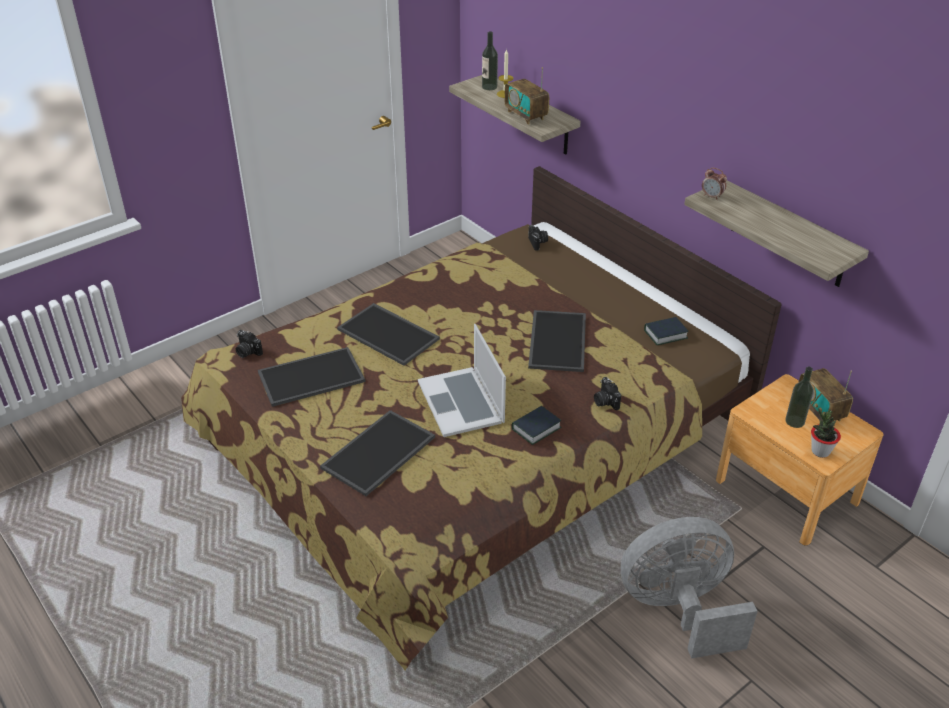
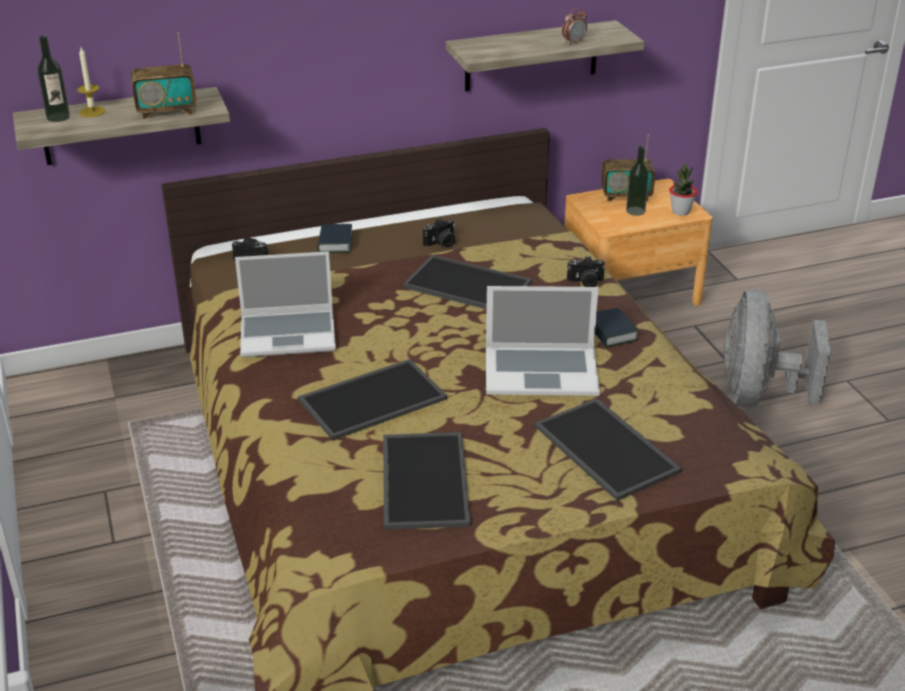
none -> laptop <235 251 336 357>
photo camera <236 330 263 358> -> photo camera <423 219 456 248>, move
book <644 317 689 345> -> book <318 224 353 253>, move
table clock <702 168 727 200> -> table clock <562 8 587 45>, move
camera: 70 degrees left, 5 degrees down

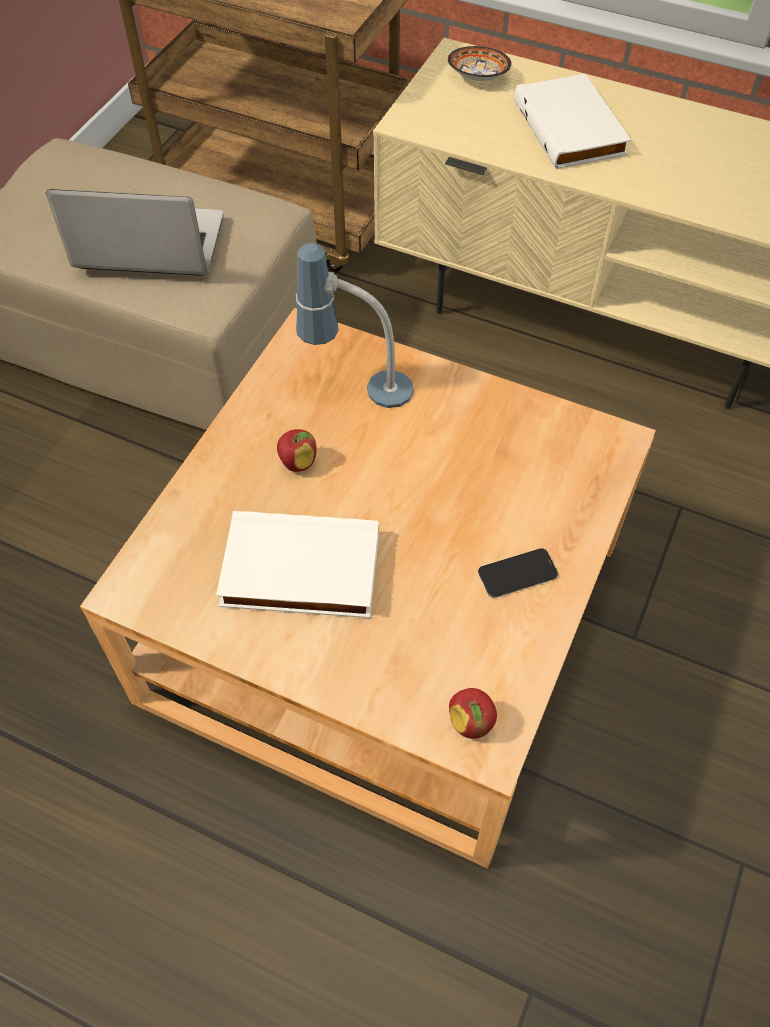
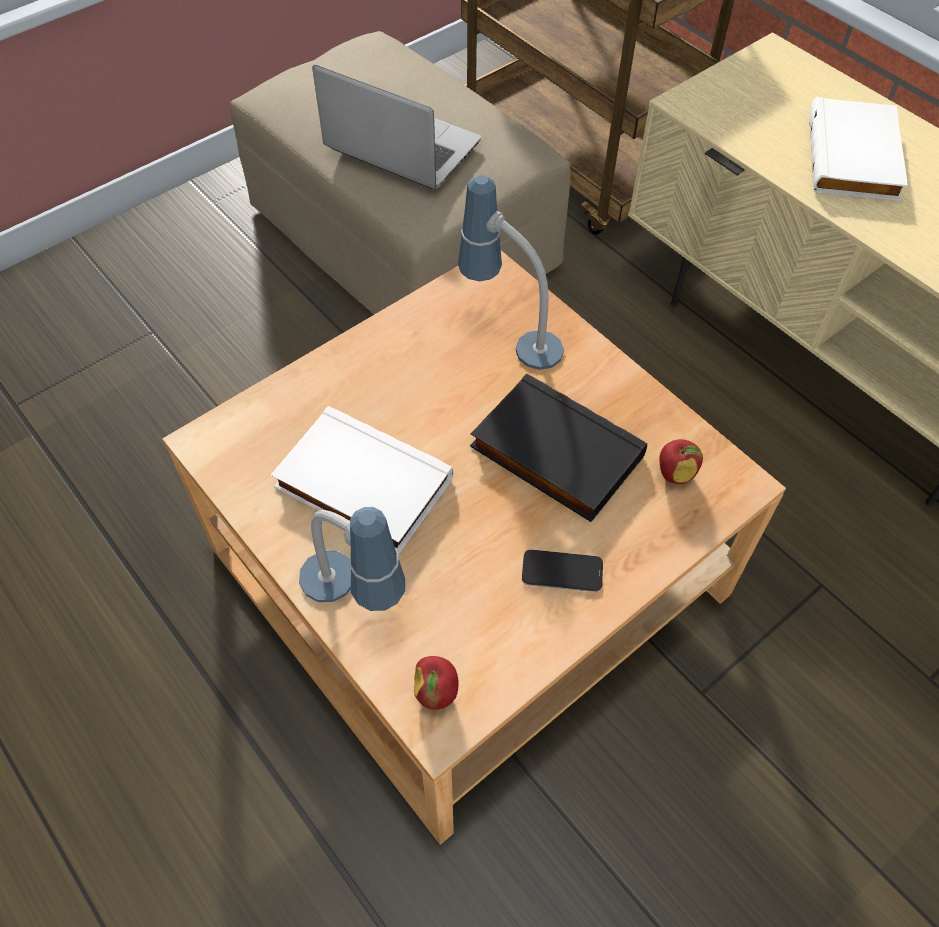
serving bowl <448 46 512 81> -> none
none -> table lamp <299 507 405 611>
none -> black-coloured book <470 373 647 522>
whole apple <277 429 317 472> -> whole apple <660 439 703 484>, move
camera: 25 degrees right, 0 degrees up

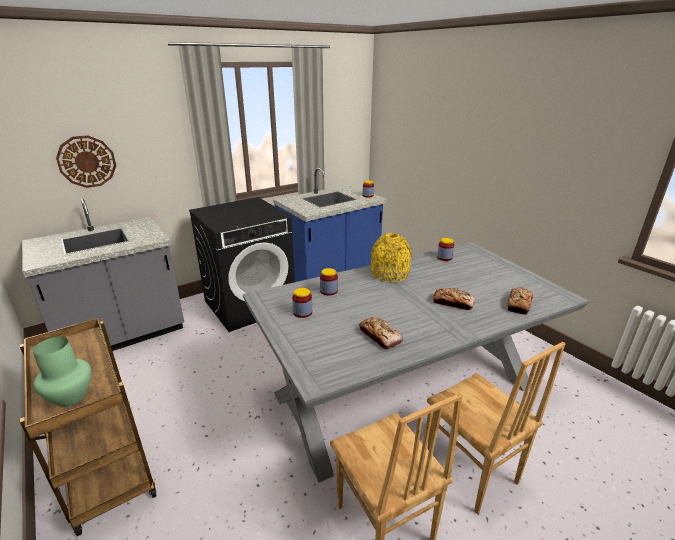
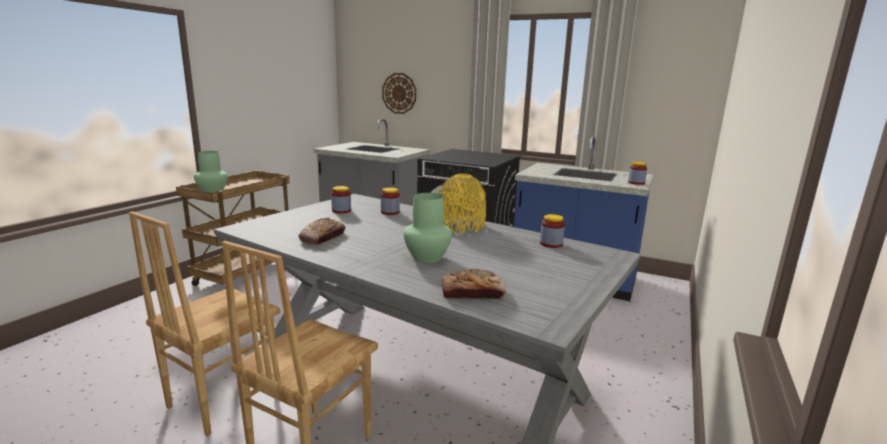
bread <433 288 475 310> -> greenish vase <403 193 452 263>
camera: 60 degrees right, 10 degrees down

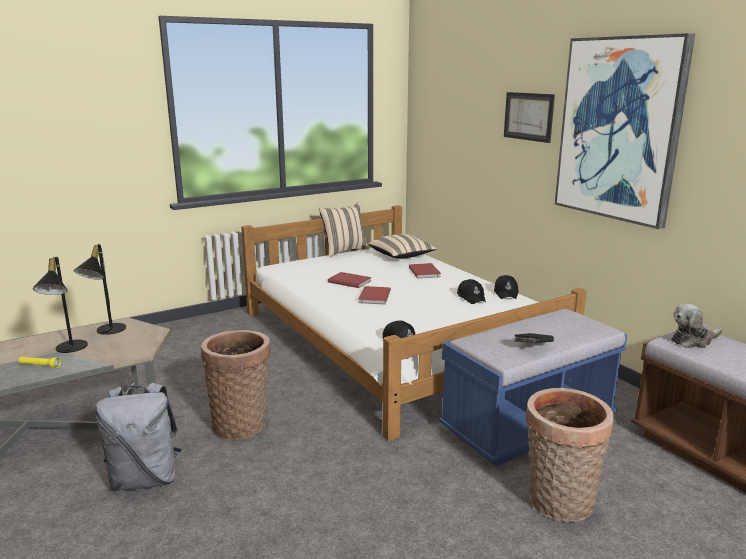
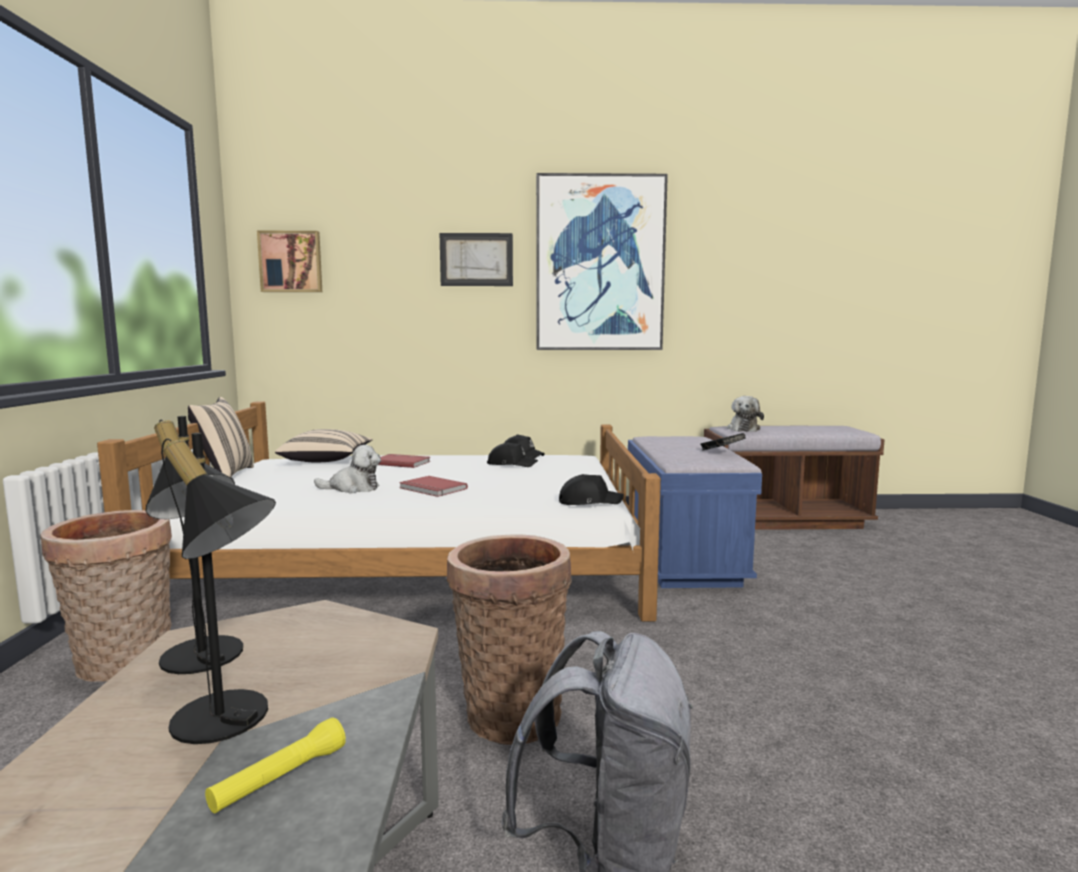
none -> wall art <257 231 322 292>
storage basket <526 388 614 522> -> storage basket <41 510 172 682>, move
red-coloured book <328 272 371 288> -> soft toy <314 445 381 493>
camera: 60 degrees left, 10 degrees down

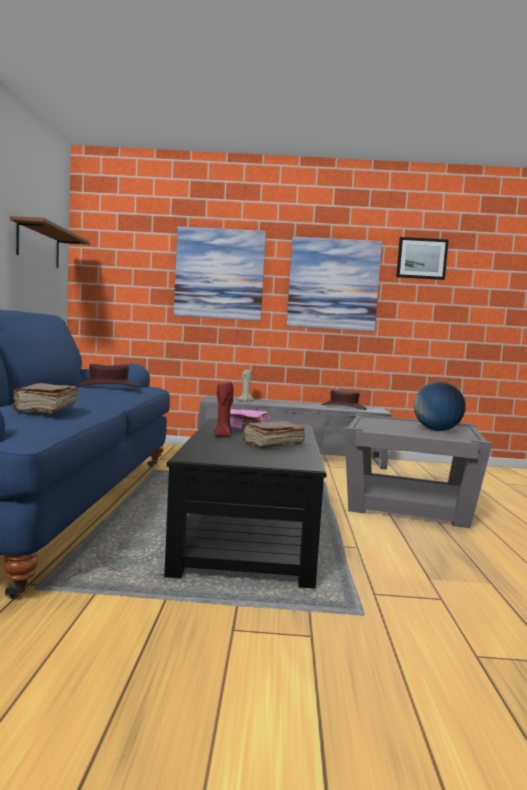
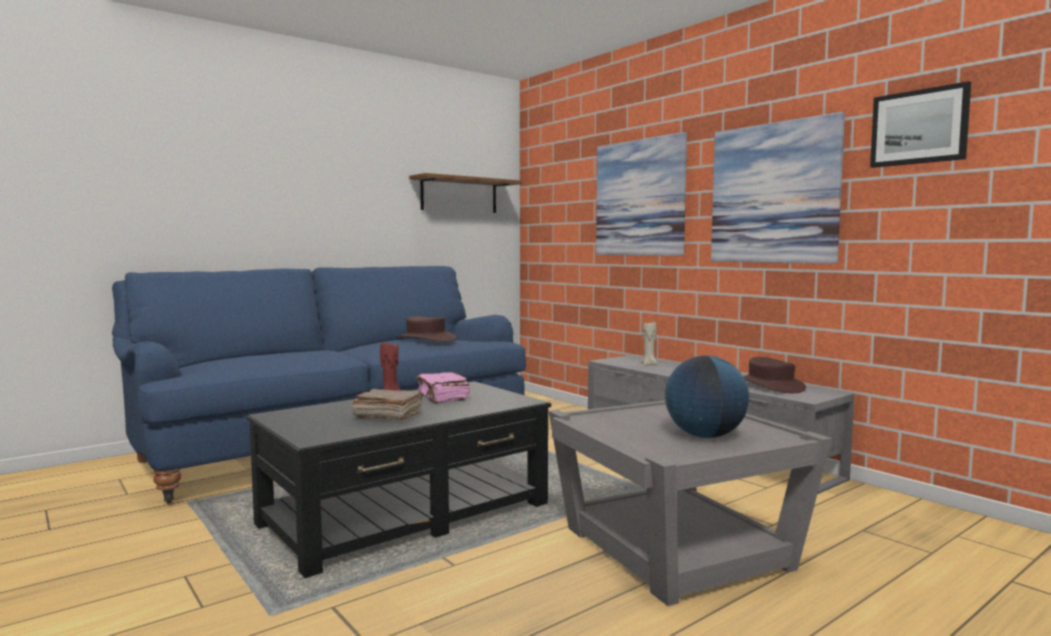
brownish book <12 383 78 413> -> none
camera: 50 degrees right, 0 degrees up

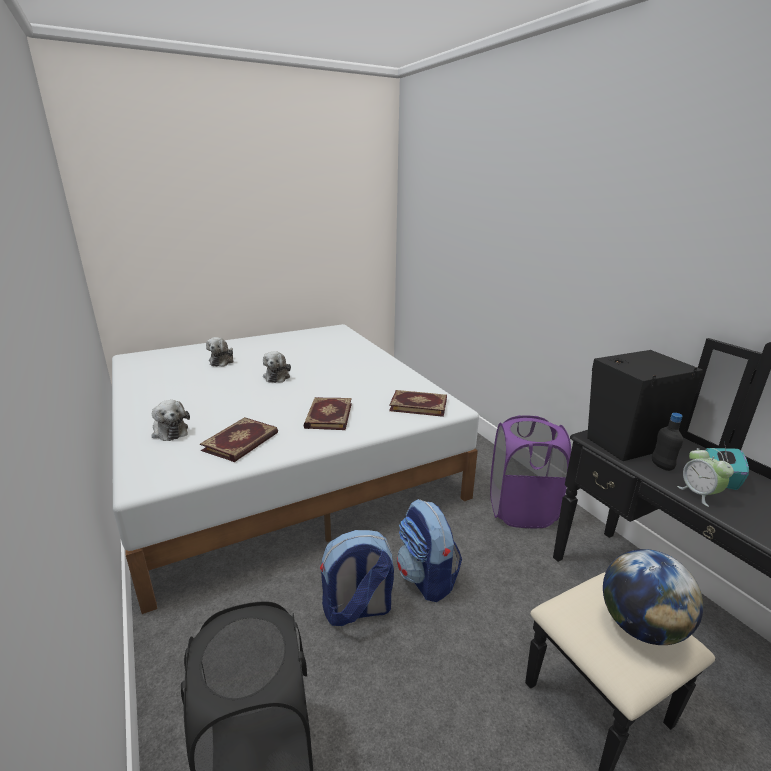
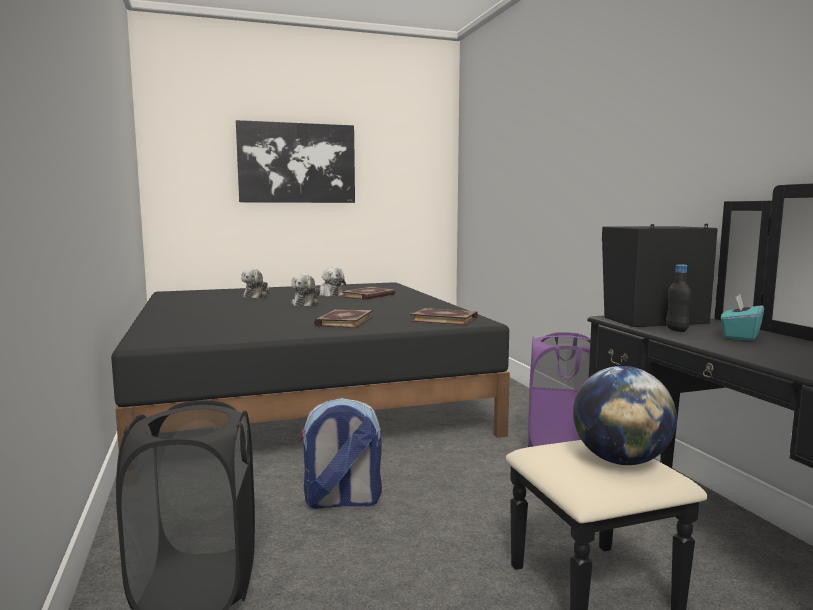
backpack <397 499 462 602> -> none
table clock <677 448 734 507> -> none
none -> wall art <236 120 355 203>
soft toy <152 400 190 441> -> soft toy <319 267 346 296>, move
book <200 417 278 462> -> book <341 287 395 300>, move
whitish bed <112 324 479 614> -> black-coloured bed <111 282 510 448>
camera: 10 degrees right, 15 degrees down

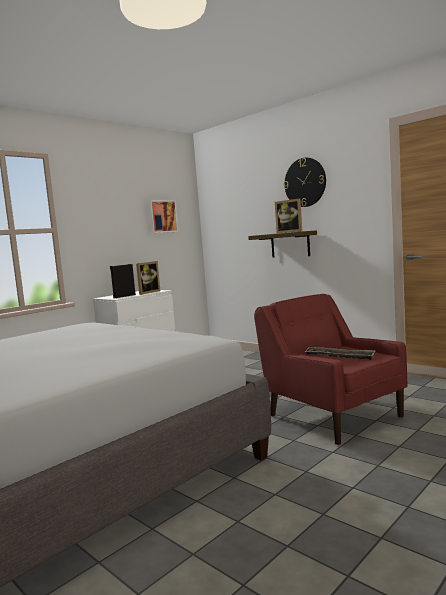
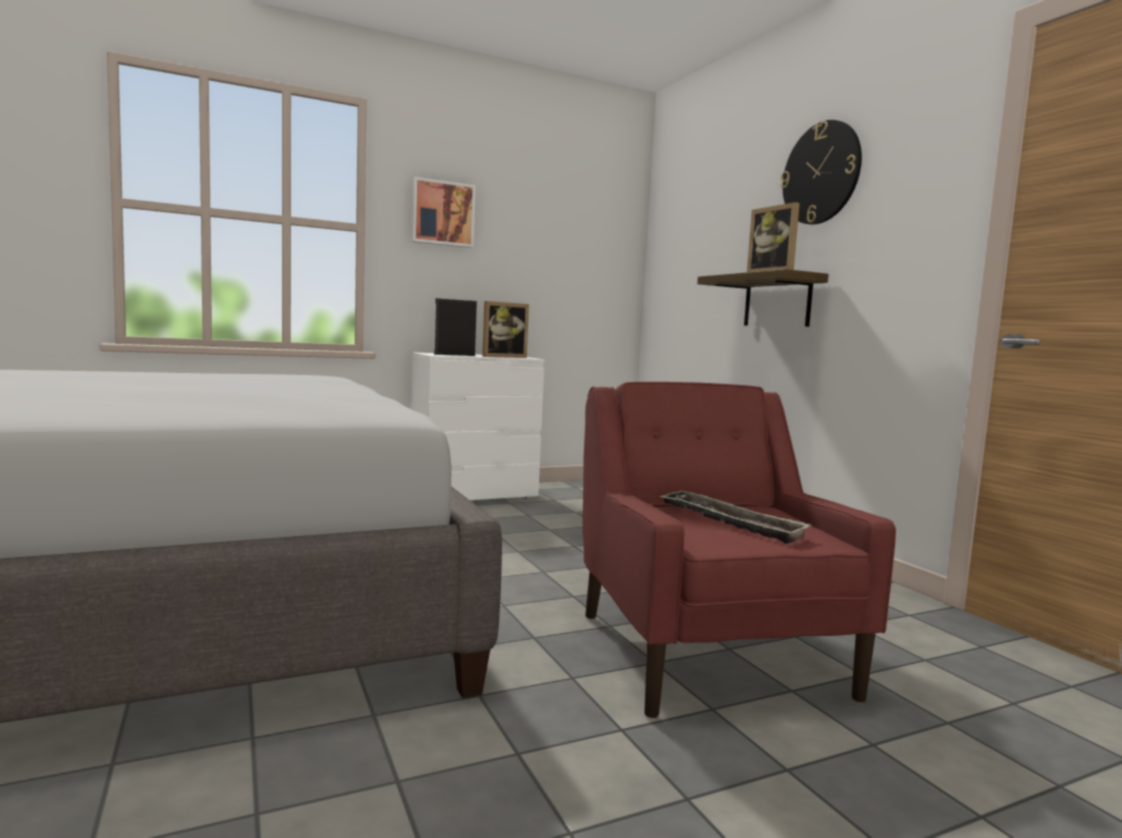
wall art <148 200 179 233> -> wall art <411 177 476 248>, move
camera: 20 degrees right, 0 degrees up

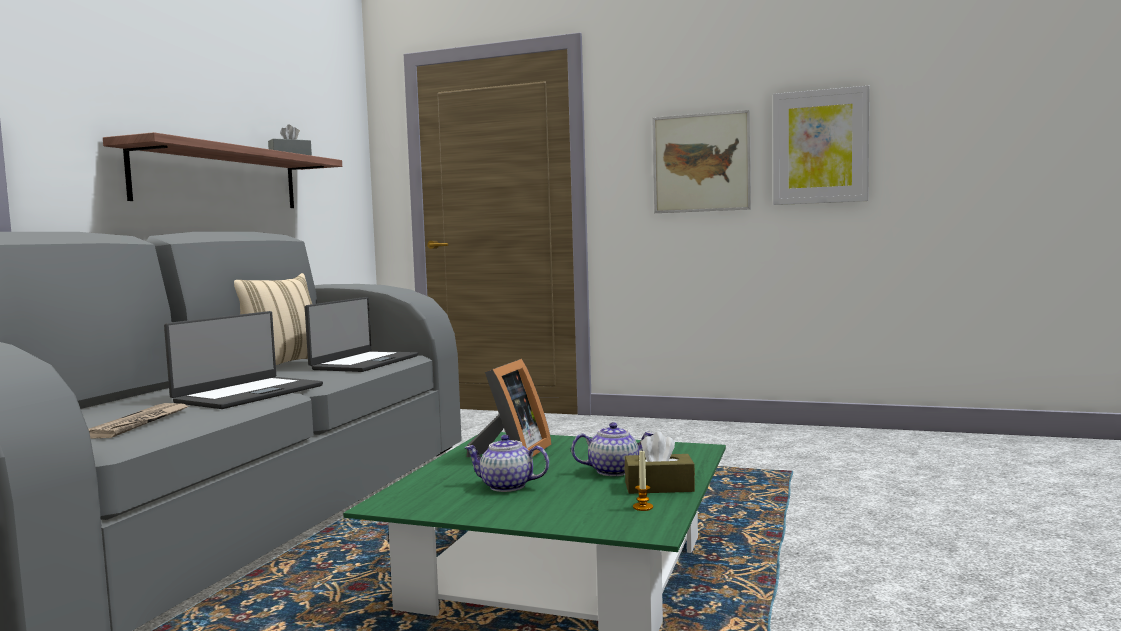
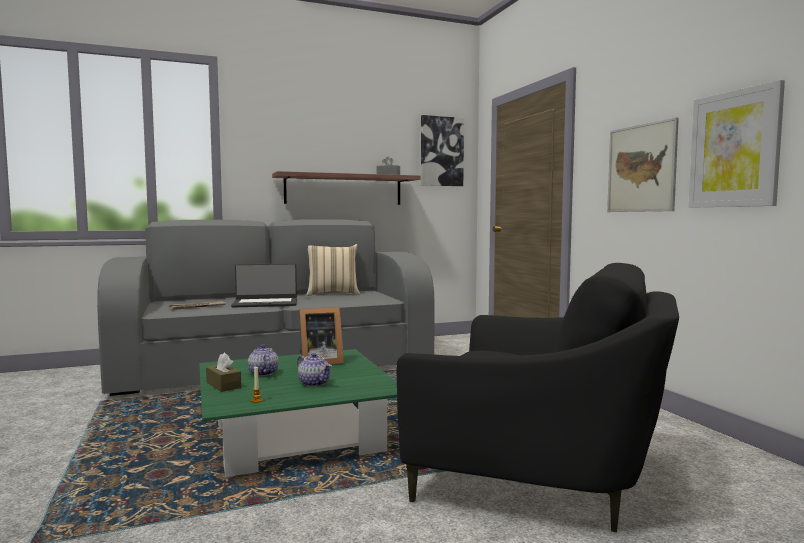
laptop <305 297 418 372> -> none
none -> black-coloured lounge chair <396 263 679 532>
none -> wall art <421 115 464 186>
brownish tissue box <624 431 695 494> -> brownish tissue box <206 353 241 392>, move
camera: 50 degrees right, 0 degrees up

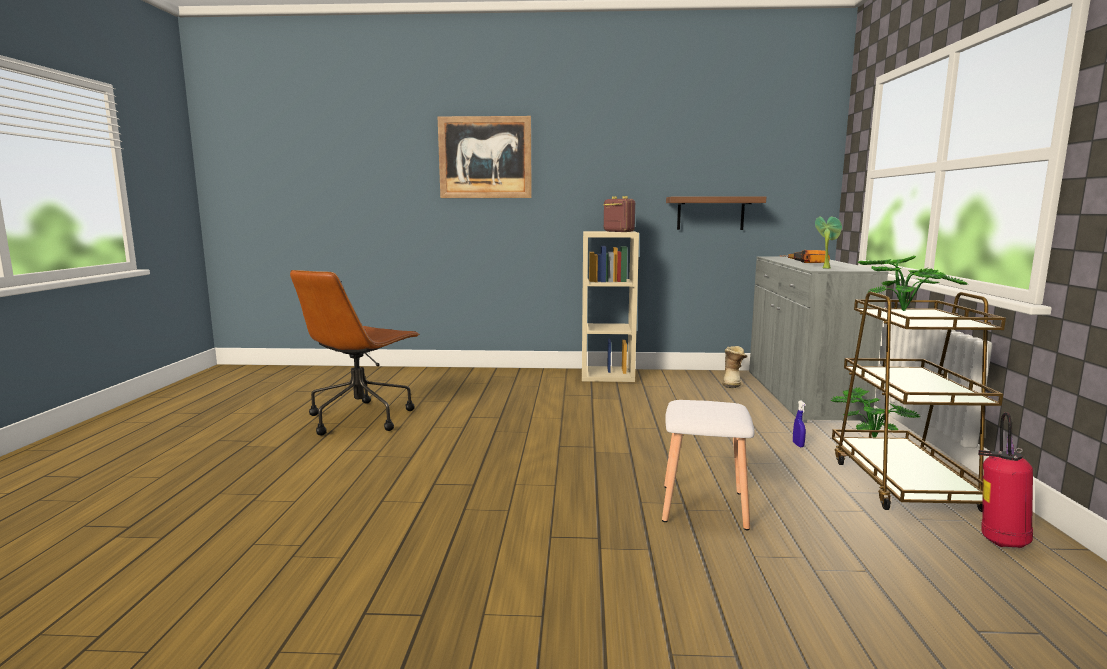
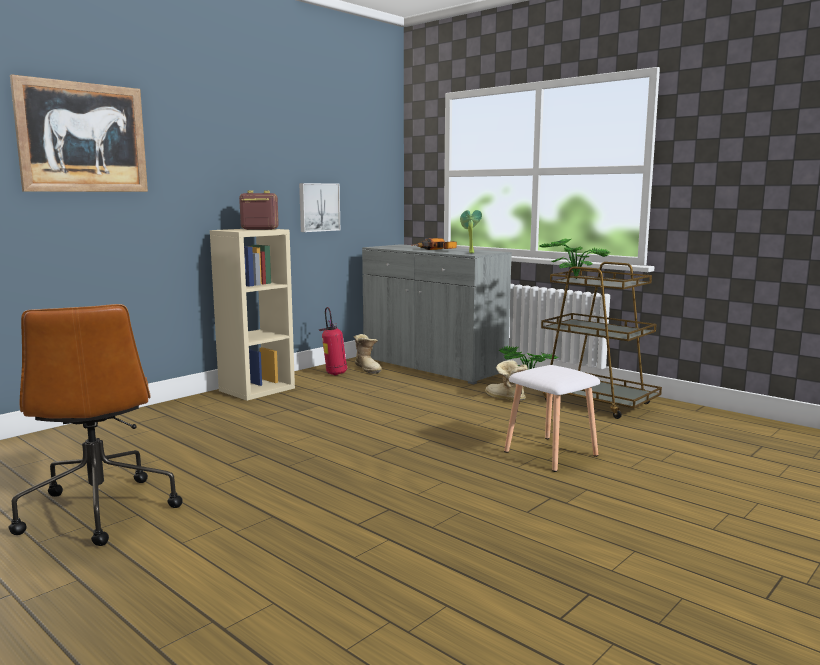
fire extinguisher <978 412 1033 548> -> fire extinguisher <319 307 347 376>, move
shelf <666 197 766 230> -> wall art <299 183 340 232>
blue hand sprayer <793 401 806 447> -> high-top boot <485 360 528 401>
camera: 50 degrees left, 0 degrees up

